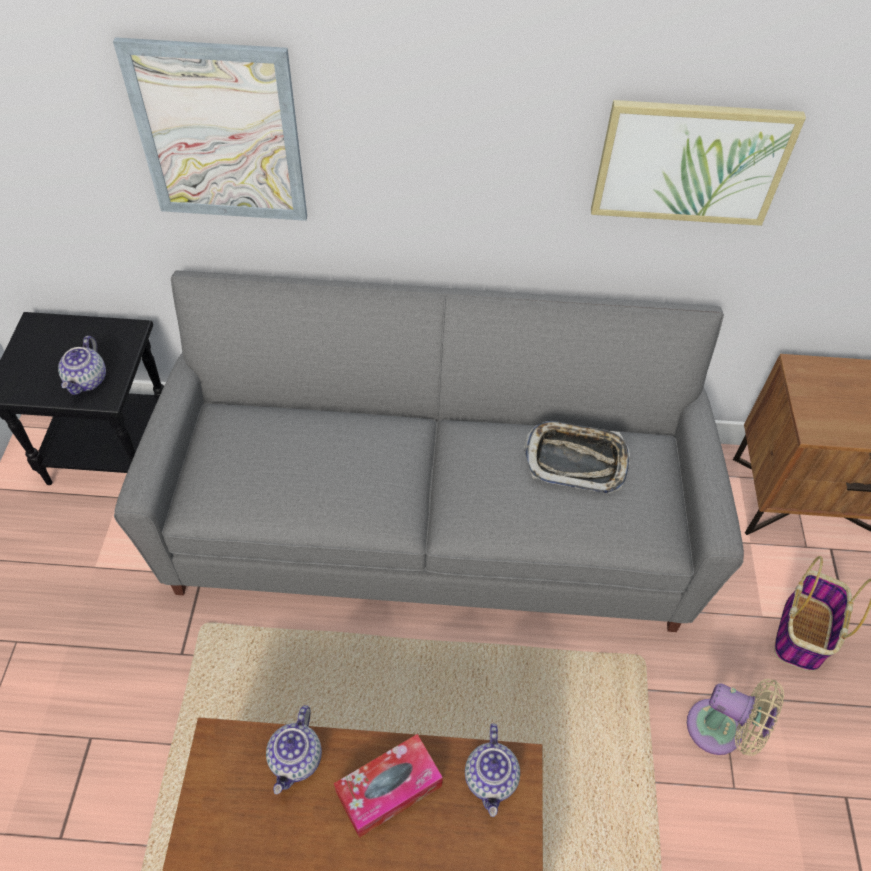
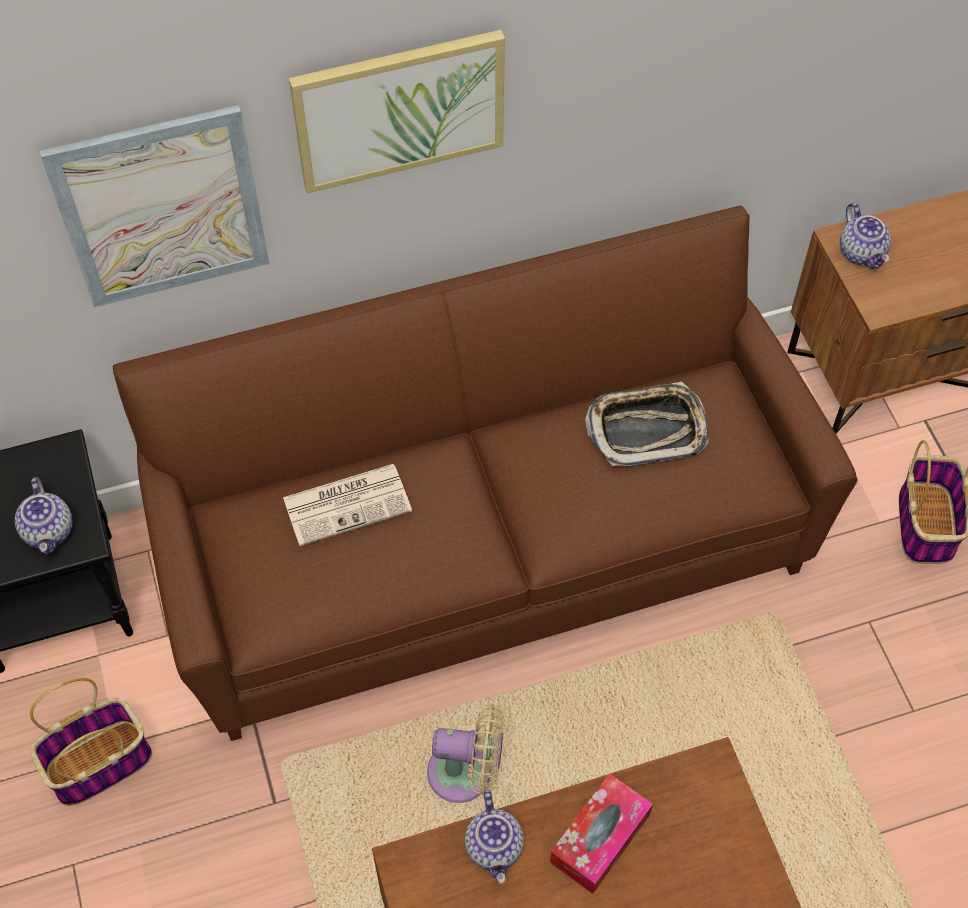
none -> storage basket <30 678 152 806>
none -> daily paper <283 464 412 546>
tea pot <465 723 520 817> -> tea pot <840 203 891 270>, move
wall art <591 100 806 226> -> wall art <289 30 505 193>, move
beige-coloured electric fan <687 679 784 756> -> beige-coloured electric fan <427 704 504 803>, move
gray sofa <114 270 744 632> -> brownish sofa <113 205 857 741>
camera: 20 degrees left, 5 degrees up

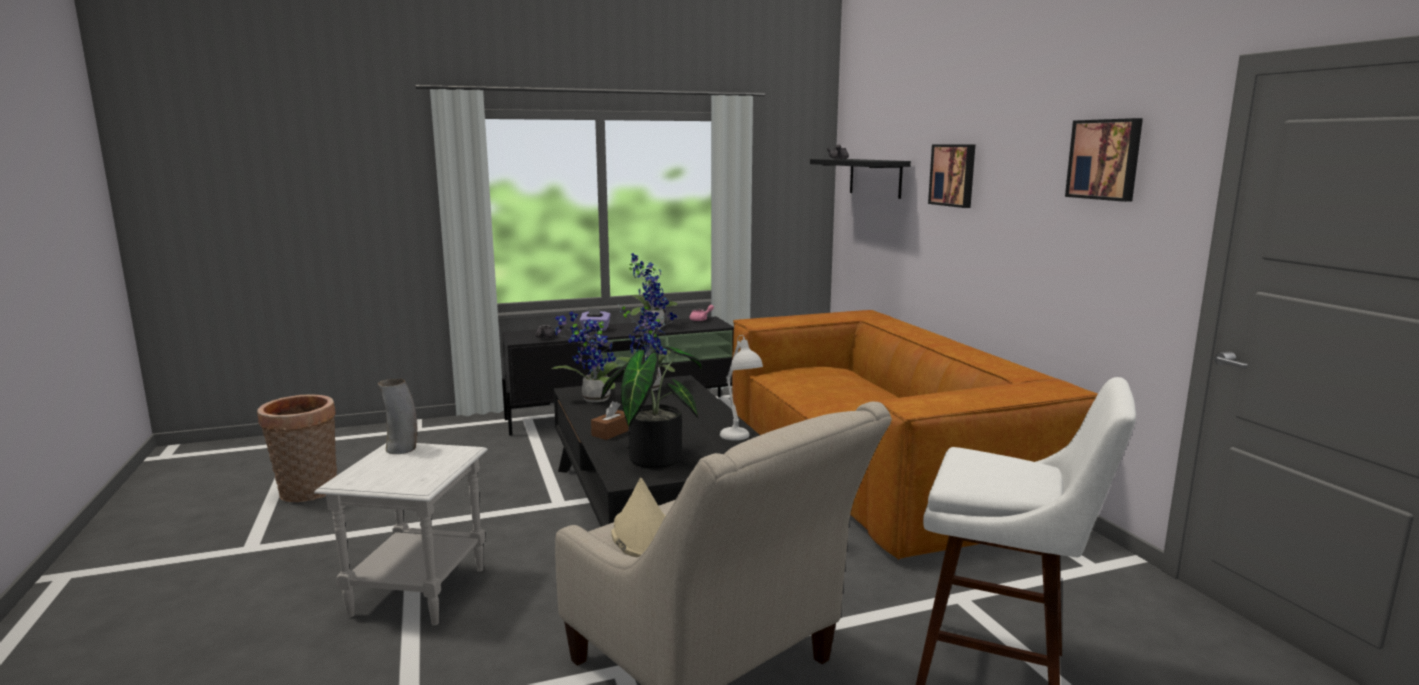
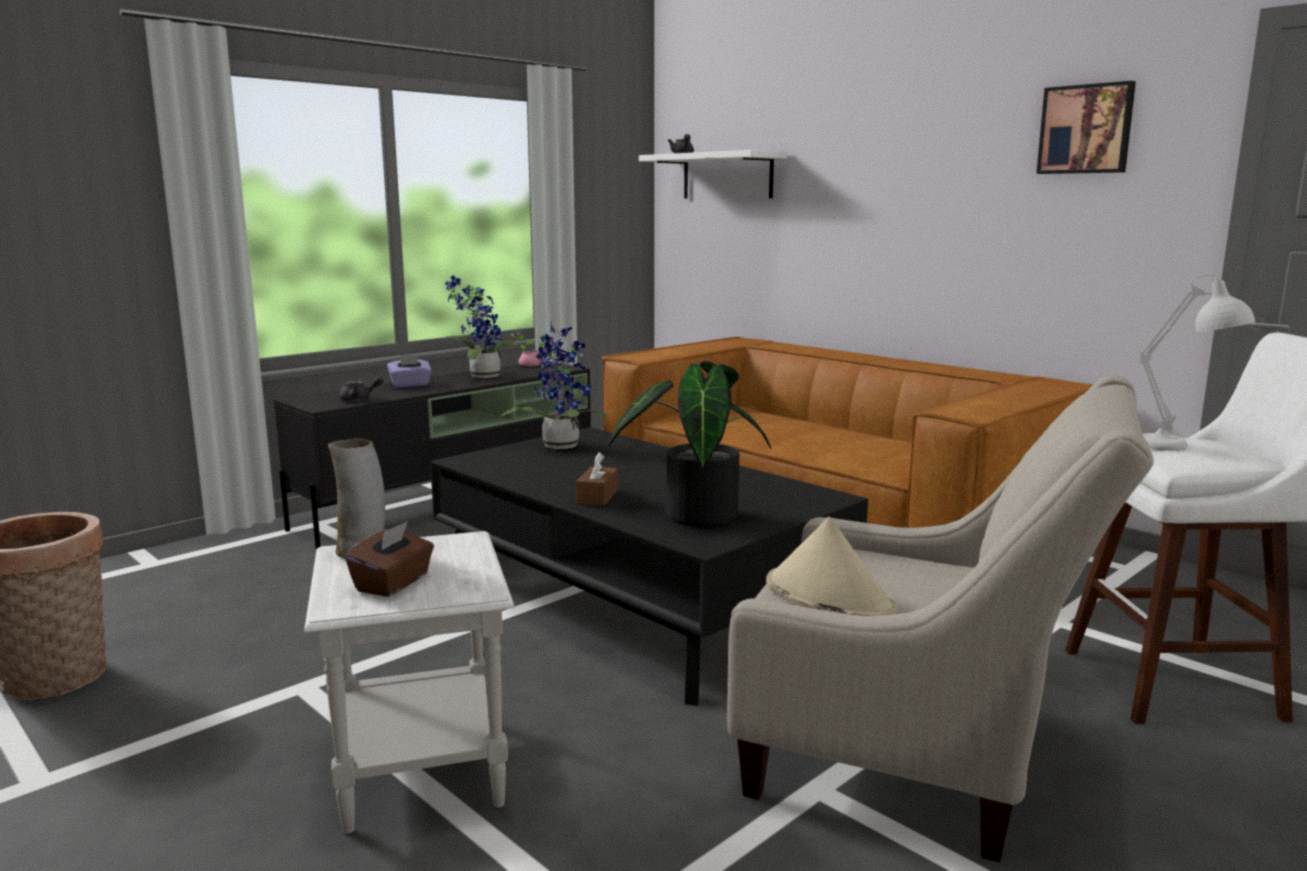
potted plant <551 312 618 402> -> none
wall art <928 144 976 208> -> none
none -> brownish tissue box <345 521 434 597>
whitish table lamp <720 335 763 441> -> whitish table lamp <1140 274 1255 451>, move
black-coloured shelf <810 159 911 199> -> whitish shelf <639 150 787 198>
camera: 25 degrees left, 0 degrees up

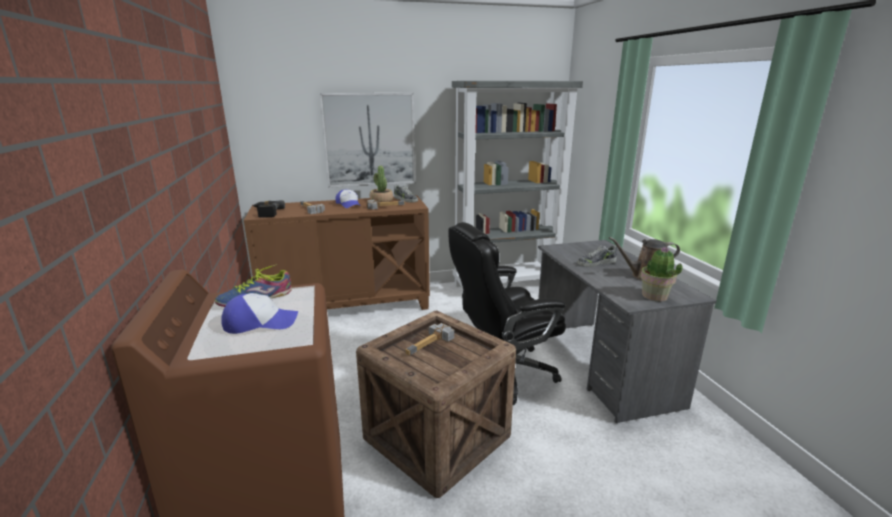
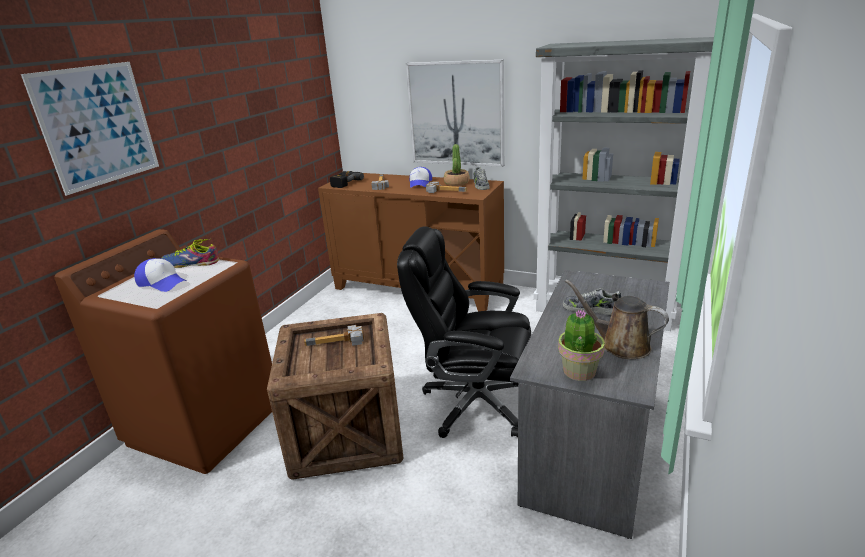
none -> wall art <21 62 159 195>
camera: 40 degrees right, 5 degrees up

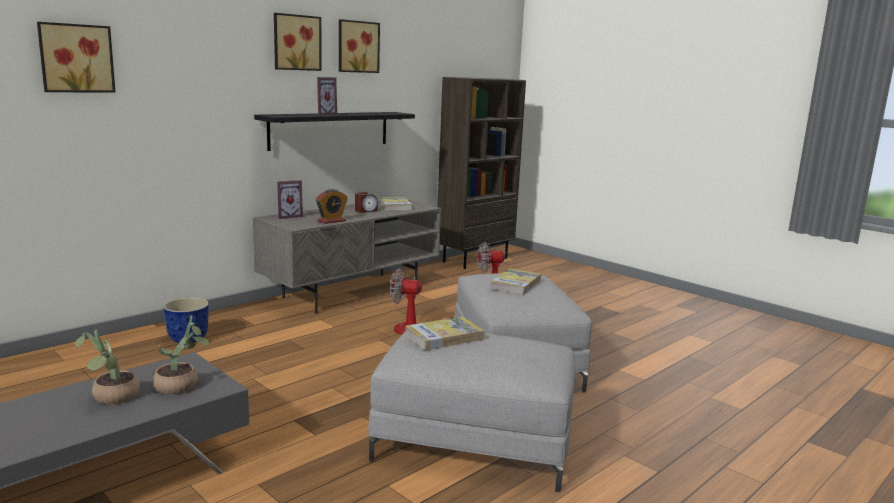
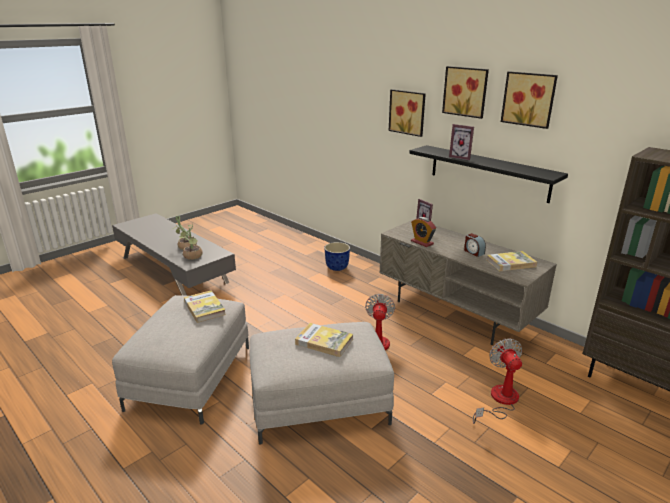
wall art <37 22 115 93> -> wall art <389 89 426 137>, move
camera: 90 degrees right, 10 degrees up

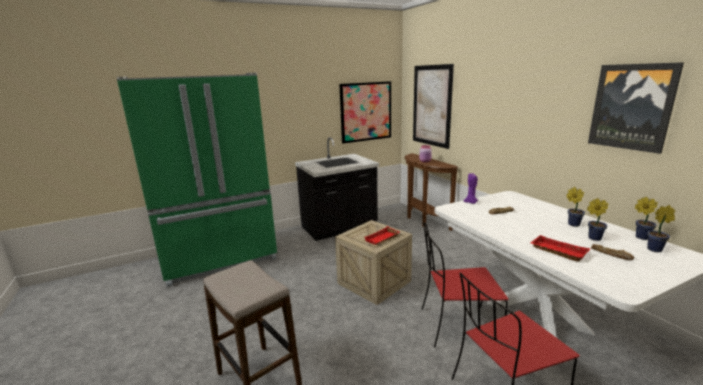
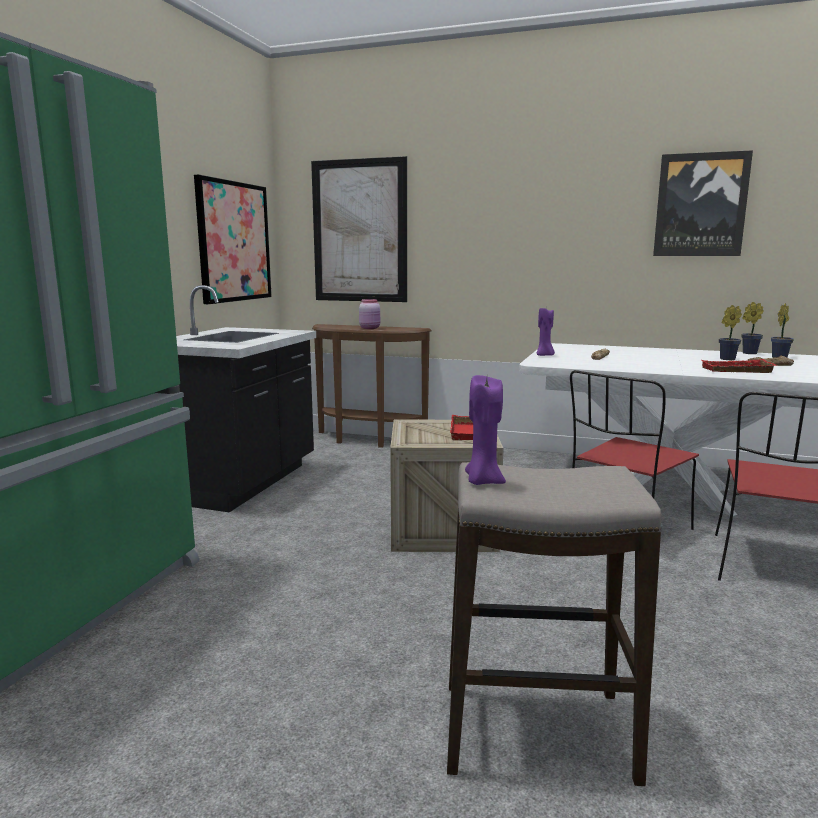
potted plant <566 187 585 227> -> none
none -> purplish candle <465 375 506 485>
camera: 45 degrees left, 5 degrees down

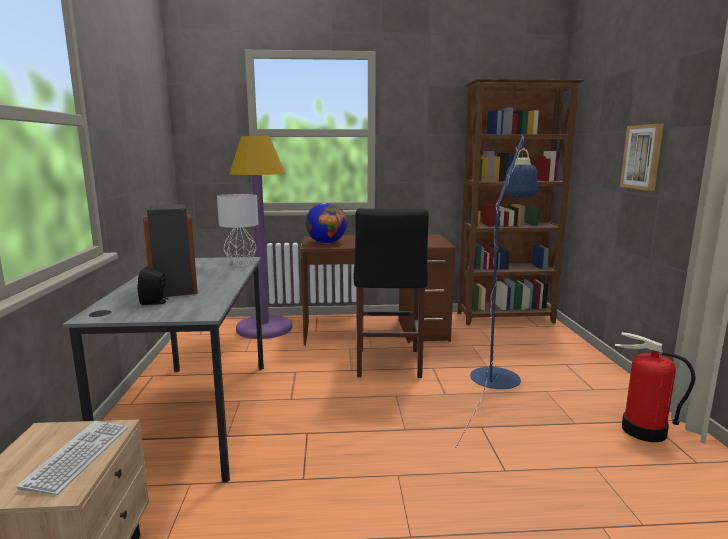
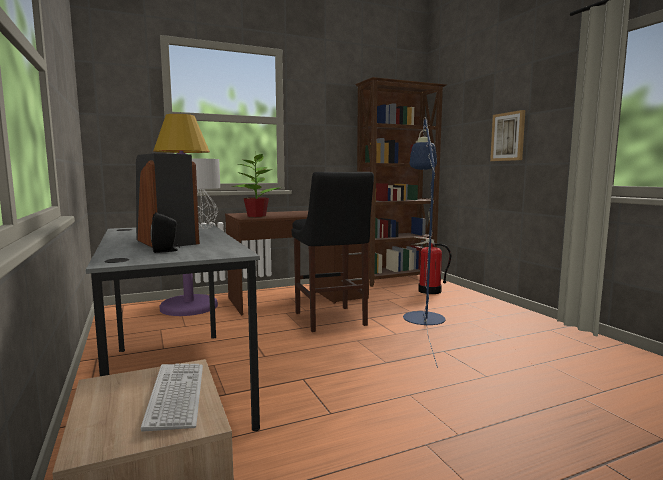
fire extinguisher <614 332 695 442> -> fire extinguisher <412 236 451 294>, move
world globe <306 202 347 244> -> potted plant <232 154 280 217>
camera: 20 degrees left, 5 degrees down

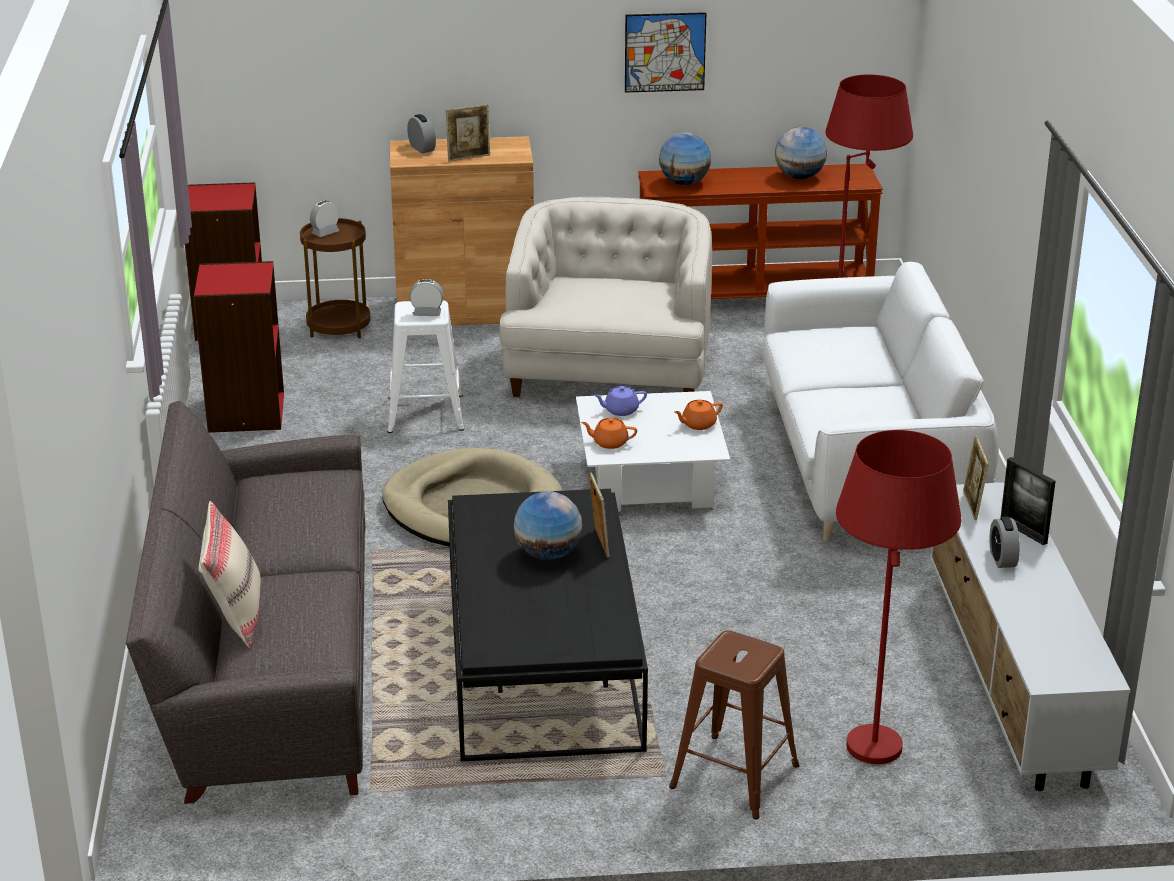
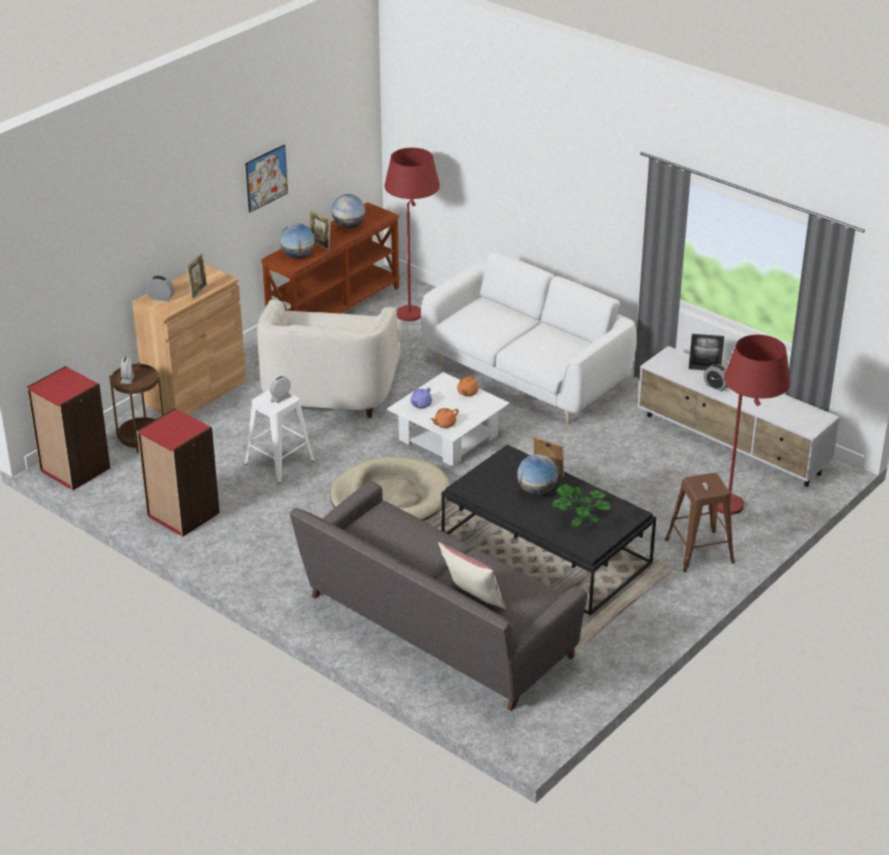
none -> potted plant <552 483 612 526>
standing frame <963 435 989 520> -> standing frame <309 210 331 250>, move
whitish lounge chair <499 197 712 397> -> whitish lounge chair <257 300 402 418>, 135 degrees counterclockwise
camera: 45 degrees left, 5 degrees up

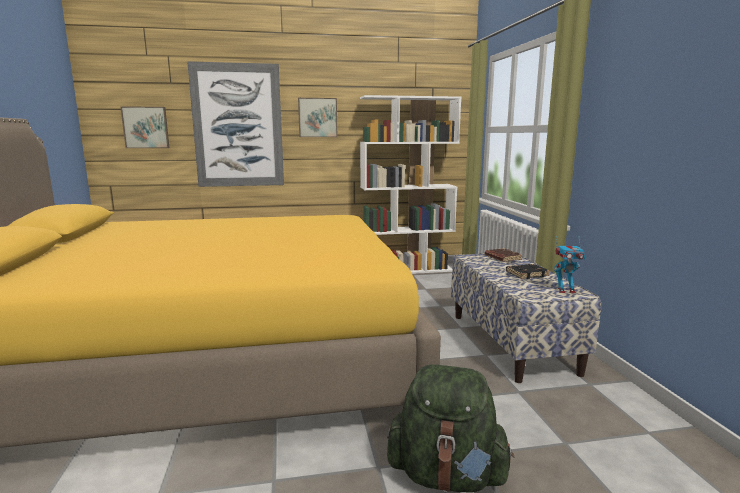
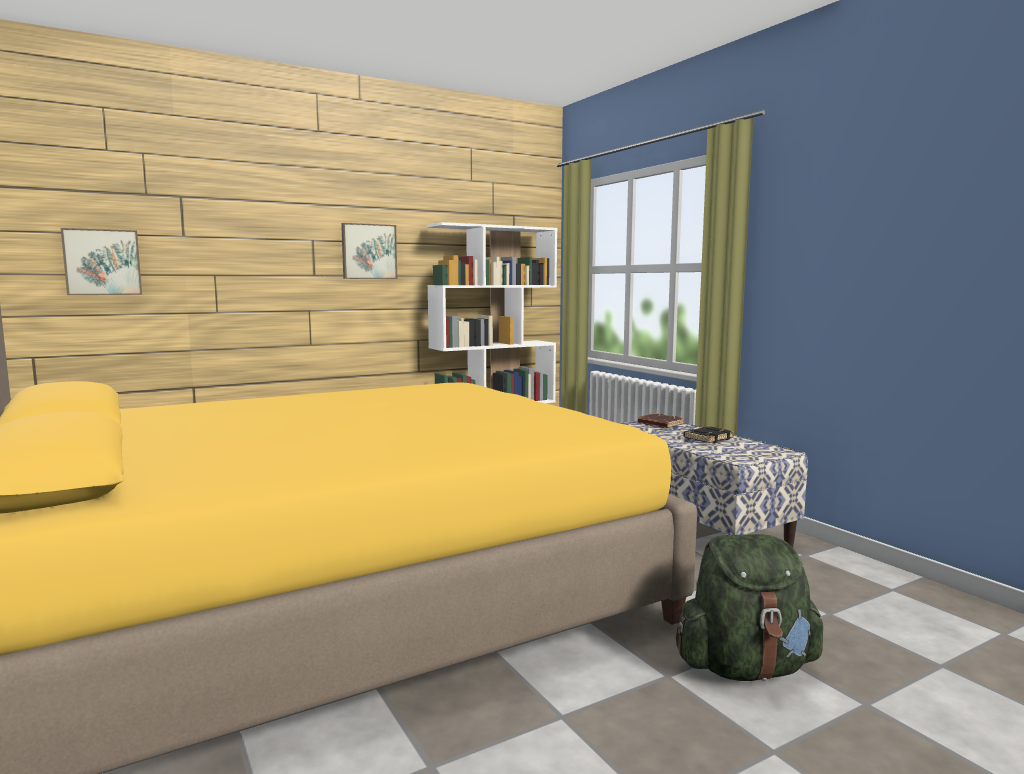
wall art <187 61 284 187> -> none
robot figure <554 235 585 293> -> none
camera: 20 degrees left, 5 degrees down

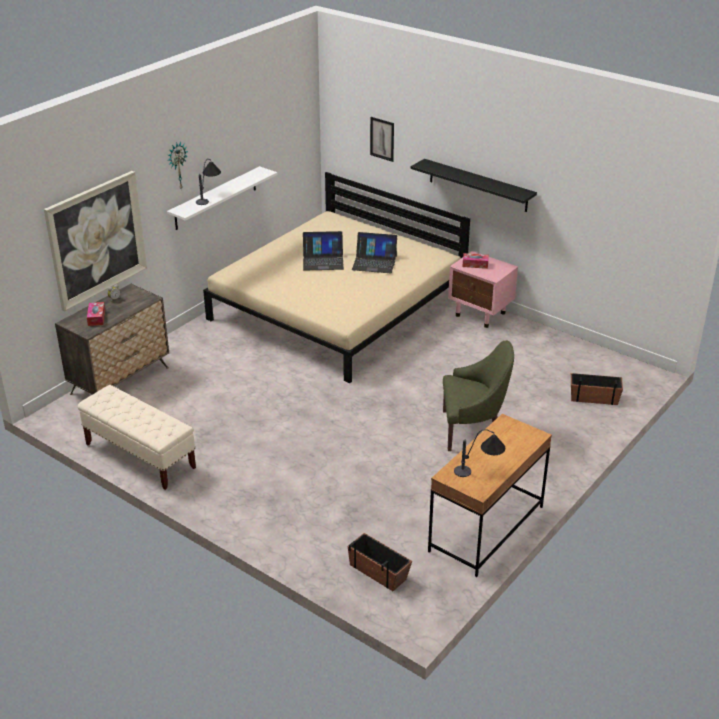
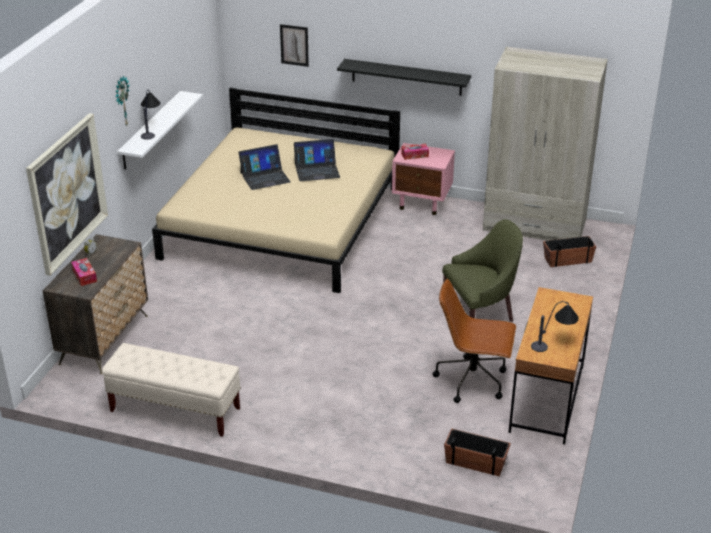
none -> brownish office chair <433 279 516 403>
none -> beige-coloured clothes cupboard <483 47 608 241>
camera: 20 degrees left, 0 degrees up

